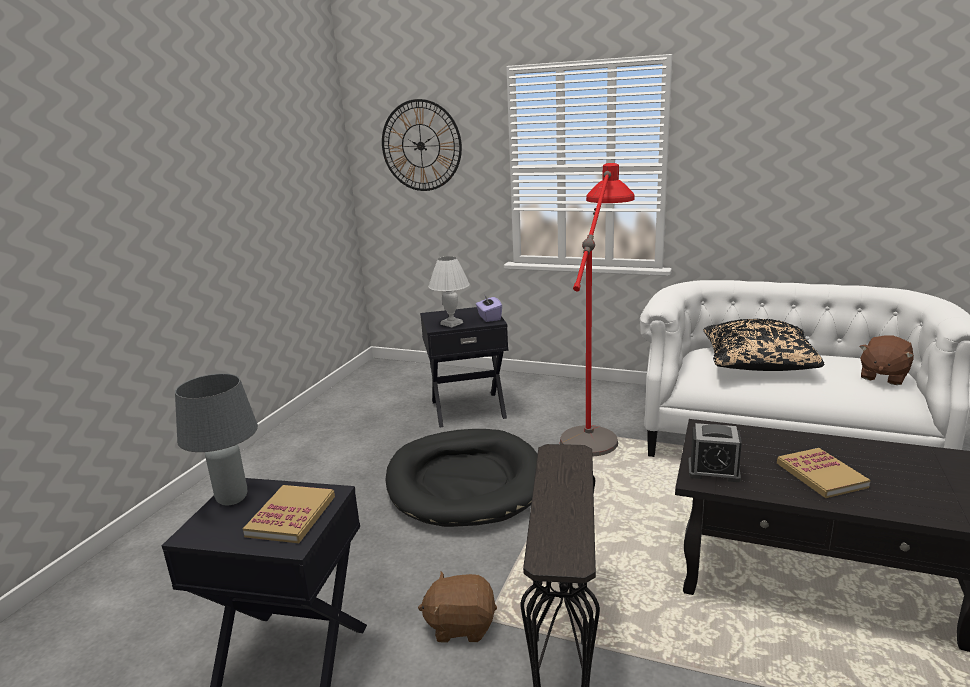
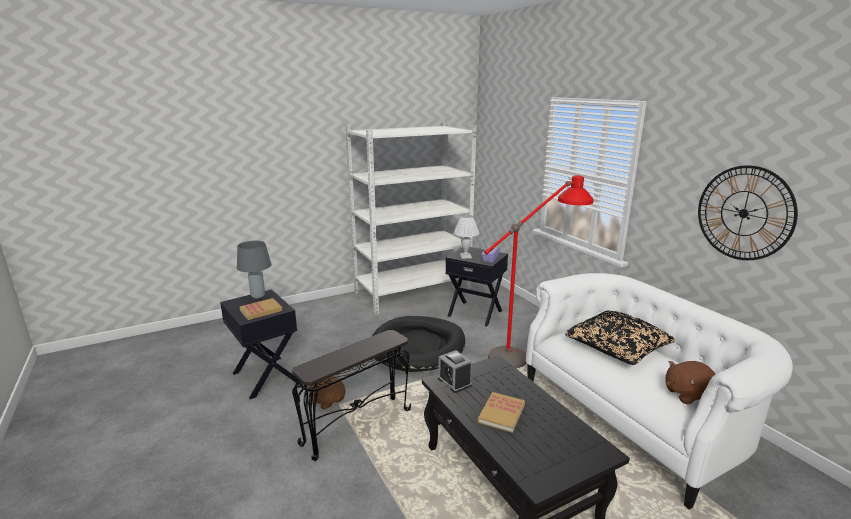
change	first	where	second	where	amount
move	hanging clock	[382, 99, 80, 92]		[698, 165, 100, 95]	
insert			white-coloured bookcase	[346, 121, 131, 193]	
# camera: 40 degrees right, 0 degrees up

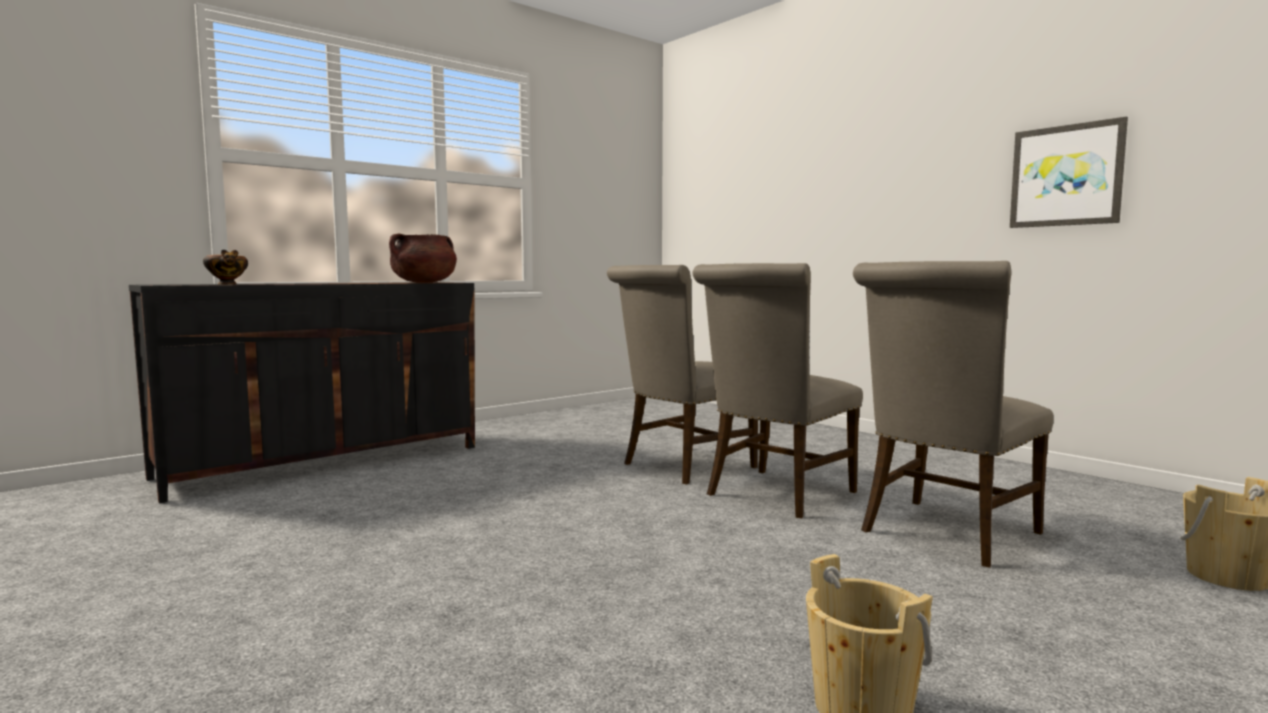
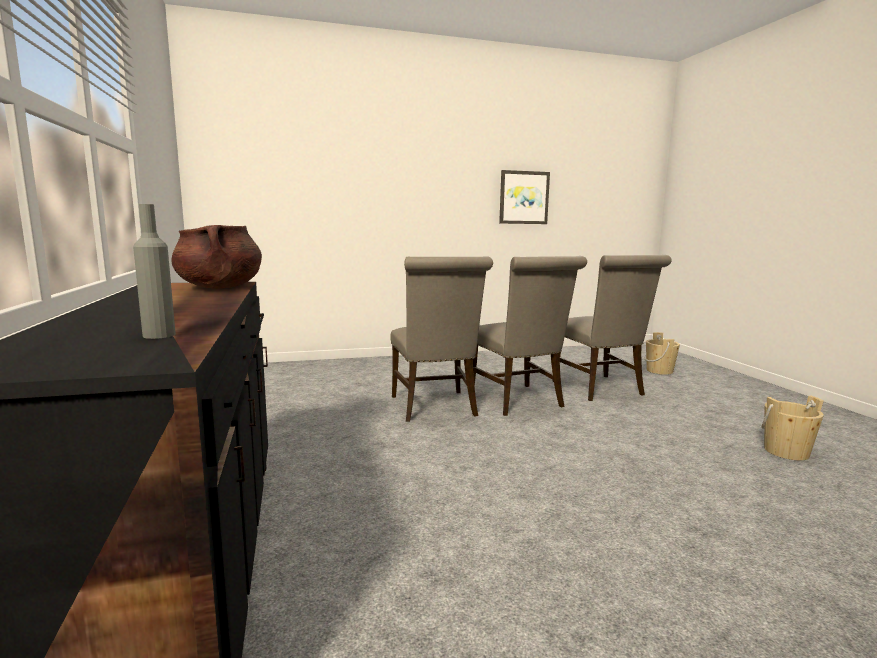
change	first	where	second	where	amount
replace	bowl	[203, 250, 45, 34]	greyish beverage bottle	[133, 204, 43, 135]	
# camera: 65 degrees left, 5 degrees up

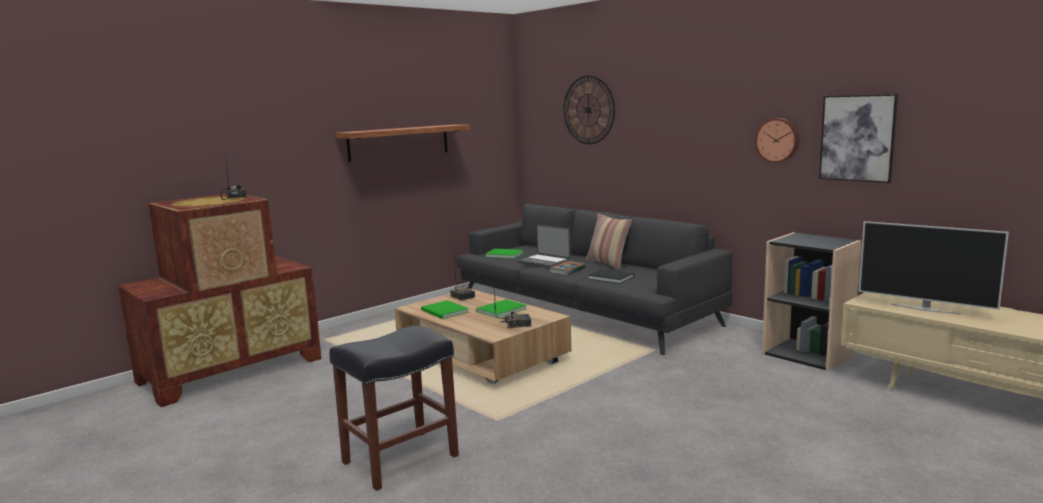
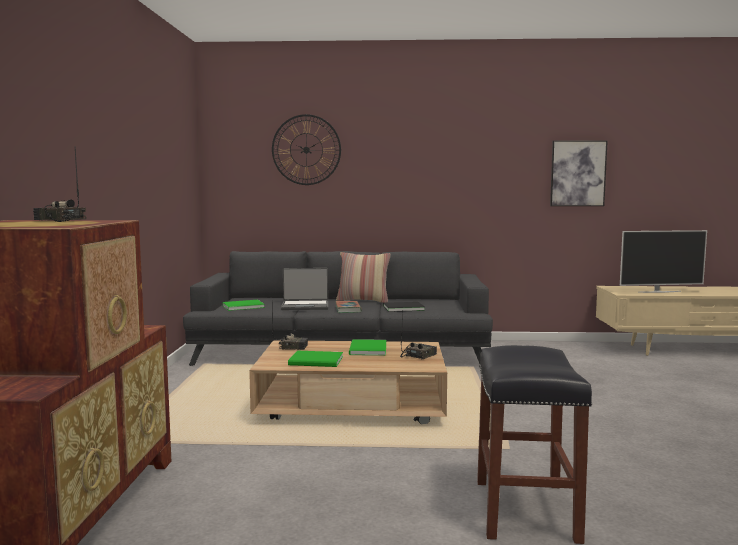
change	first	where	second	where	amount
delete	hanging clock	[755, 118, 44, 45]			
delete	bracket shelf	[336, 125, 134, 37]			
delete	black bookcase	[762, 232, 99, 139]			
# camera: 45 degrees left, 5 degrees down

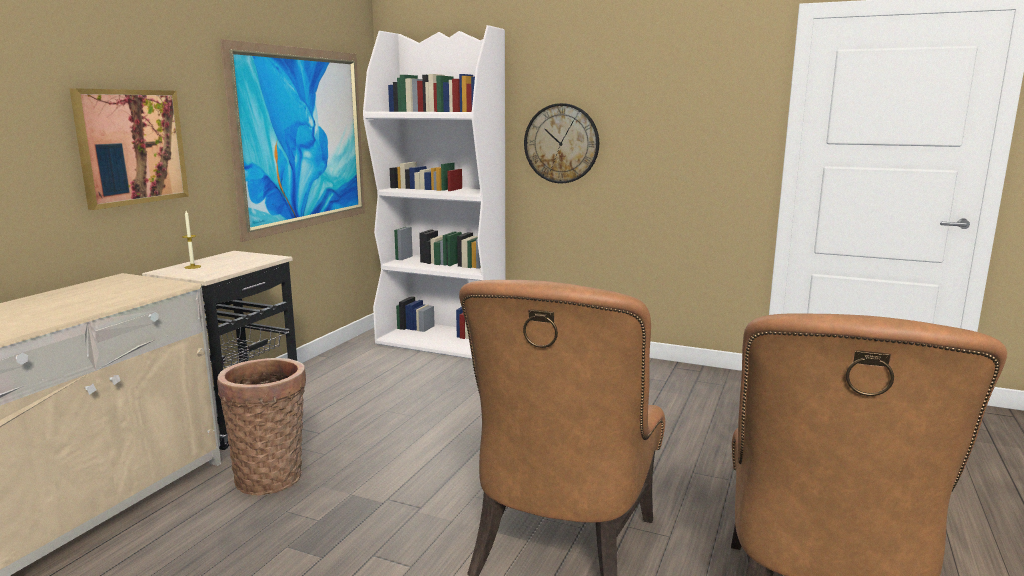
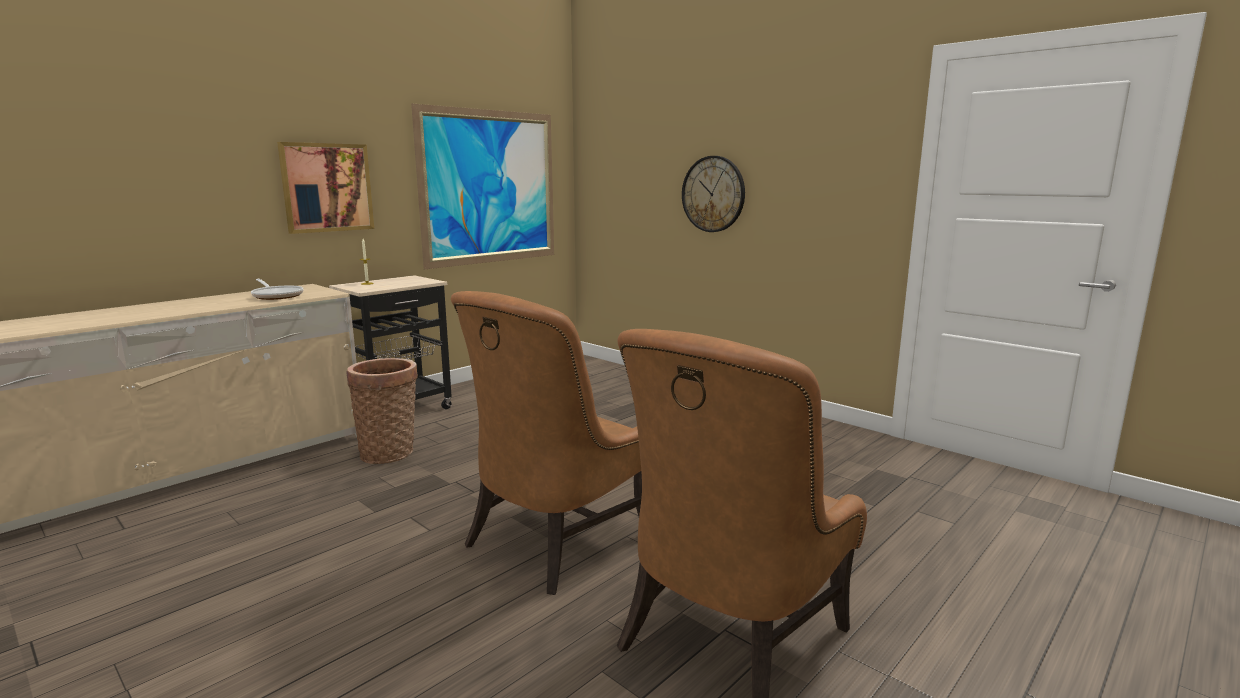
change	first	where	second	where	amount
delete	white-coloured bookcase	[363, 25, 142, 334]			
insert			frying pan	[251, 279, 52, 21]	
# camera: 20 degrees right, 0 degrees up

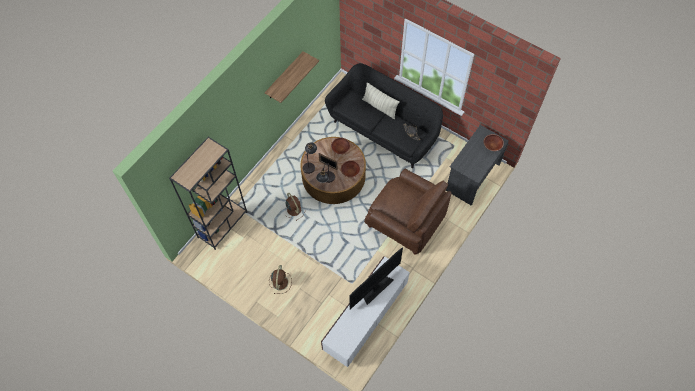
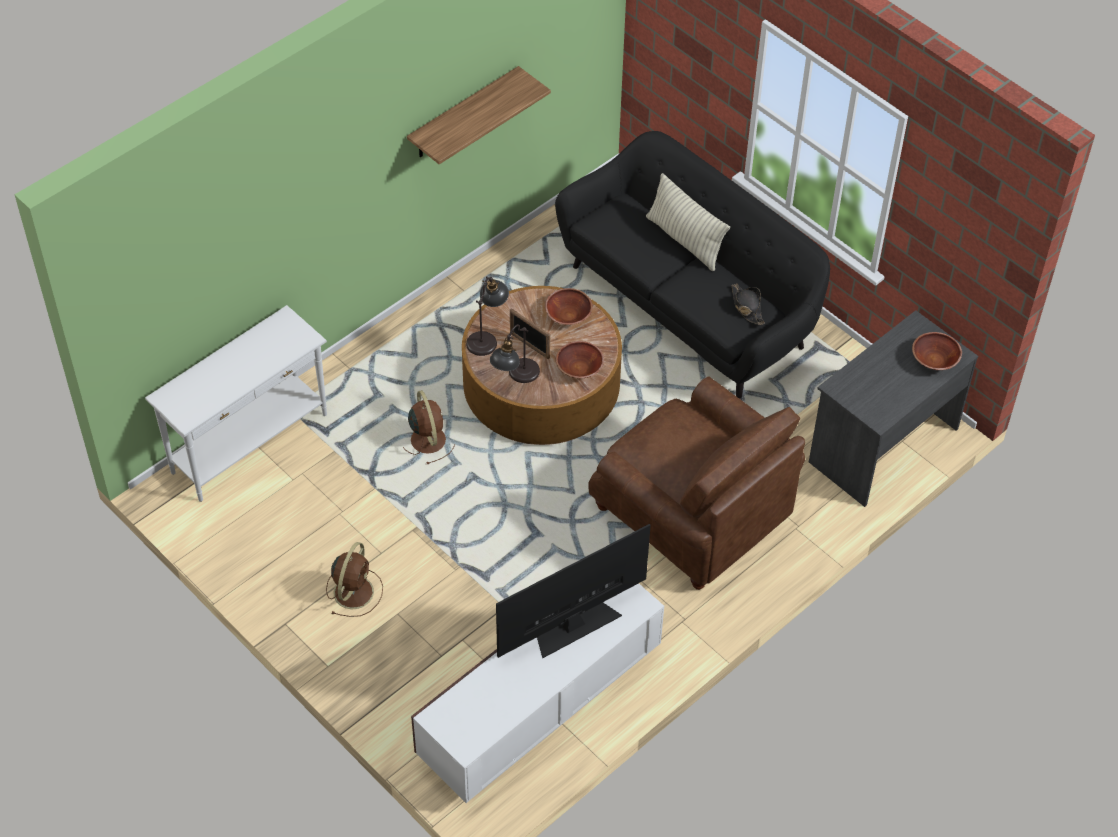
change	first	where	second	where	amount
replace	bookcase	[169, 137, 78, 113]	white-coloured narrow table	[145, 305, 182, 197]	
# camera: 10 degrees right, 10 degrees down

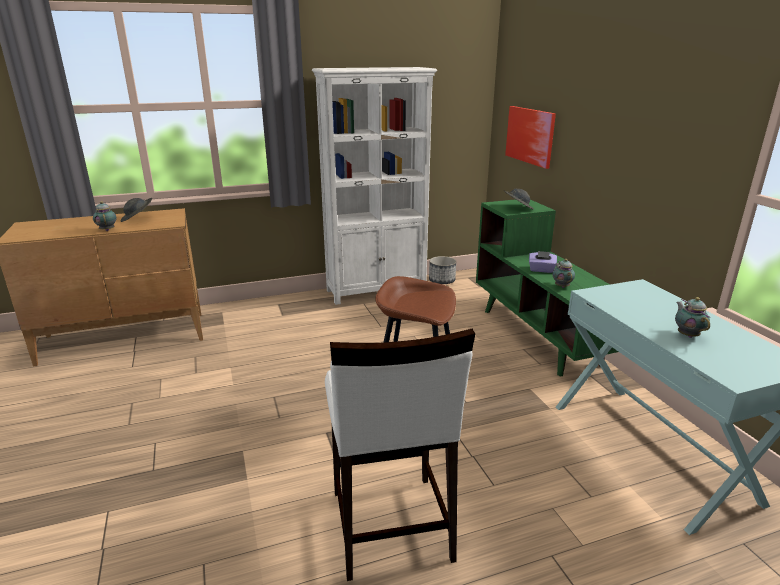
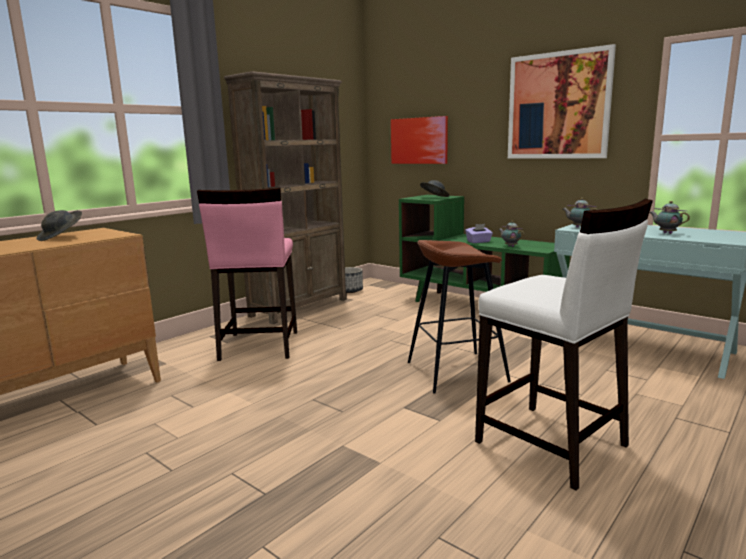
change	first	where	second	where	amount
recolor	white-coloured bookcase	[312, 67, 125, 238]	brown-coloured bookcase	[224, 71, 123, 253]	
move	tea pot	[93, 201, 24, 30]		[563, 198, 35, 30]	
insert			wall picture	[508, 44, 108, 115]	
insert			pinkish stool seat	[197, 188, 100, 173]	
# camera: 30 degrees left, 10 degrees down

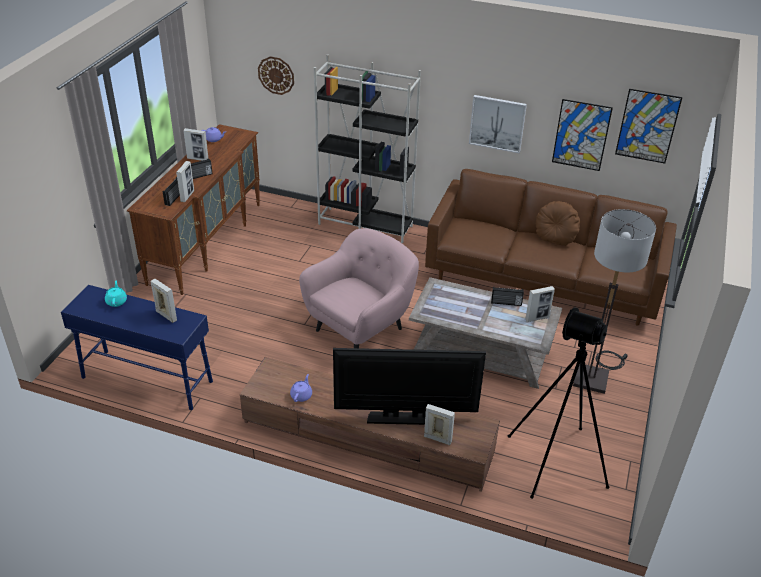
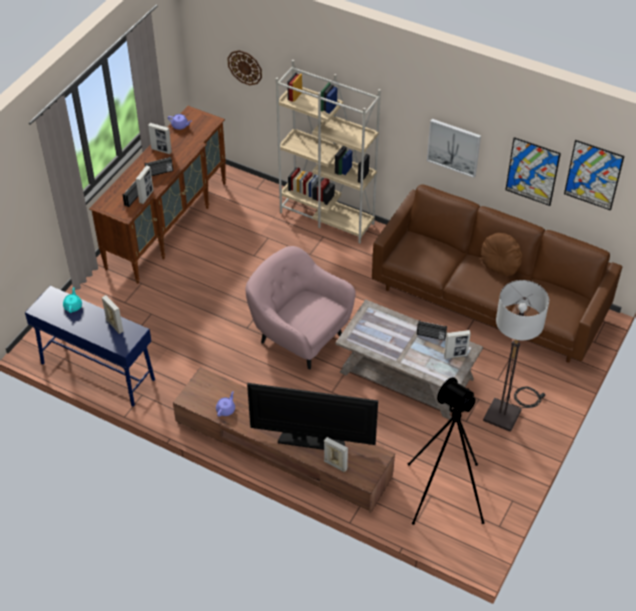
change	first	where	second	where	amount
recolor	black bookcase	[314, 54, 107, 189]	sand-coloured bookcase	[276, 60, 105, 184]	
rotate	pinkish armchair	[299, 228, 120, 120]		[246, 246, 110, 123]	105 degrees counterclockwise
# camera: 10 degrees right, 10 degrees up

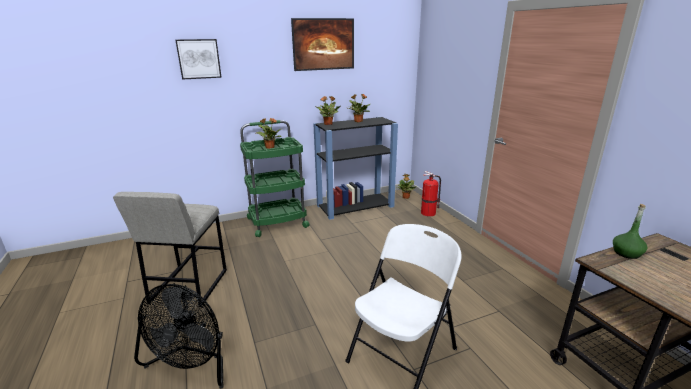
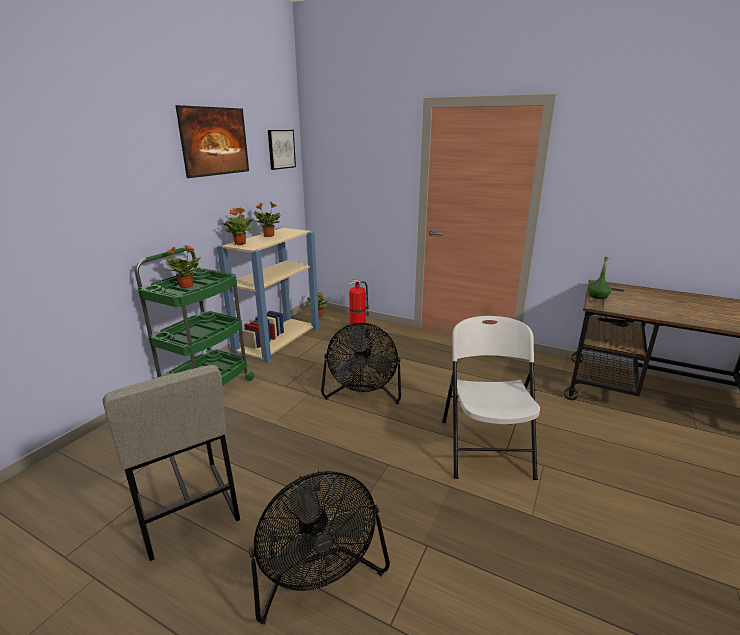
change	first	where	second	where	amount
move	wall picture	[175, 39, 47, 41]		[268, 130, 28, 40]	
recolor	black bookcase	[313, 117, 85, 103]	sand-coloured bookcase	[217, 228, 102, 135]	
insert			black fan	[321, 323, 80, 81]	
# camera: 40 degrees left, 0 degrees up

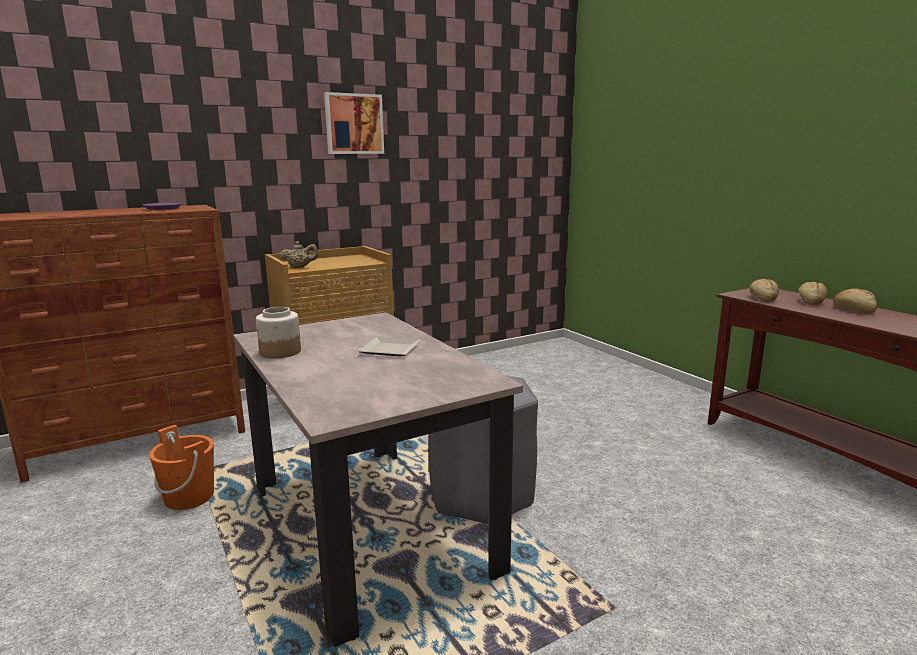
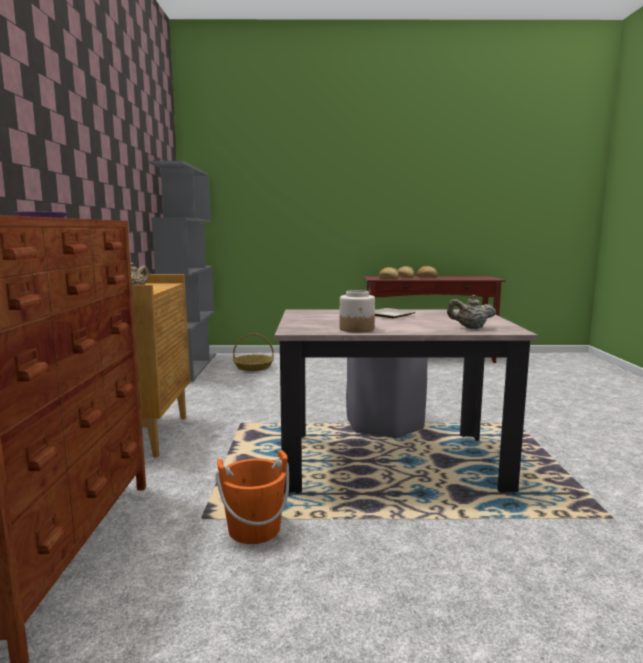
change	first	where	second	where	amount
delete	wall picture	[324, 92, 60, 62]			
insert			greyish bookcase	[148, 161, 68, 221]	
insert			sand-coloured tea pot	[447, 295, 49, 34]	
insert			basket	[233, 333, 41, 38]	
# camera: 60 degrees left, 5 degrees down

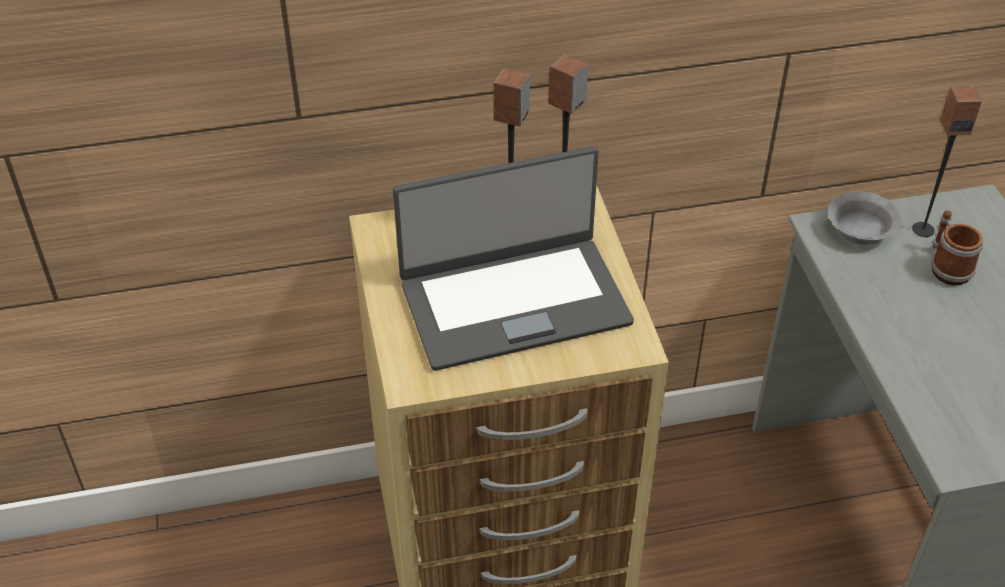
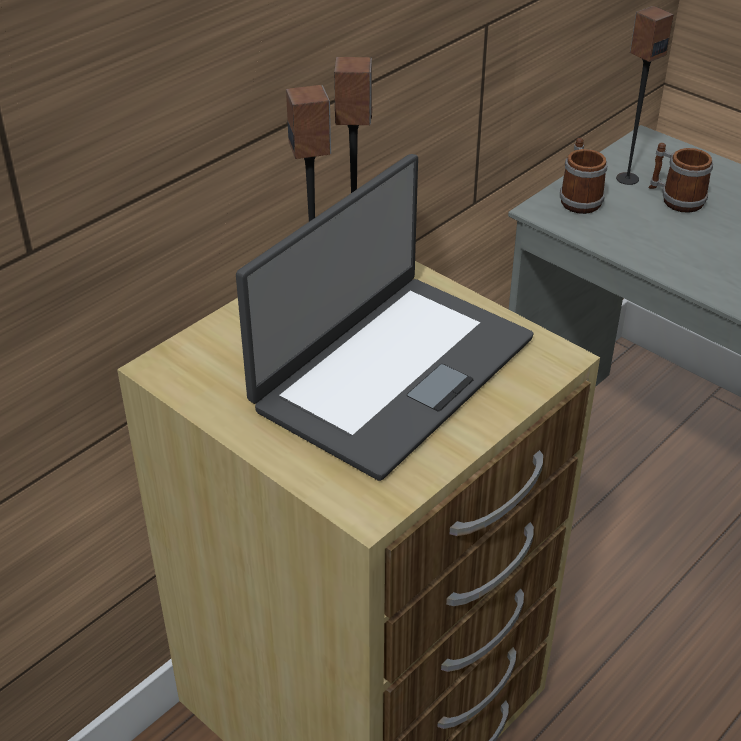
change	first	where	second	where	amount
replace	greyish bowl	[828, 191, 74, 54]	mug	[560, 138, 47, 76]	
# camera: 35 degrees left, 5 degrees down

